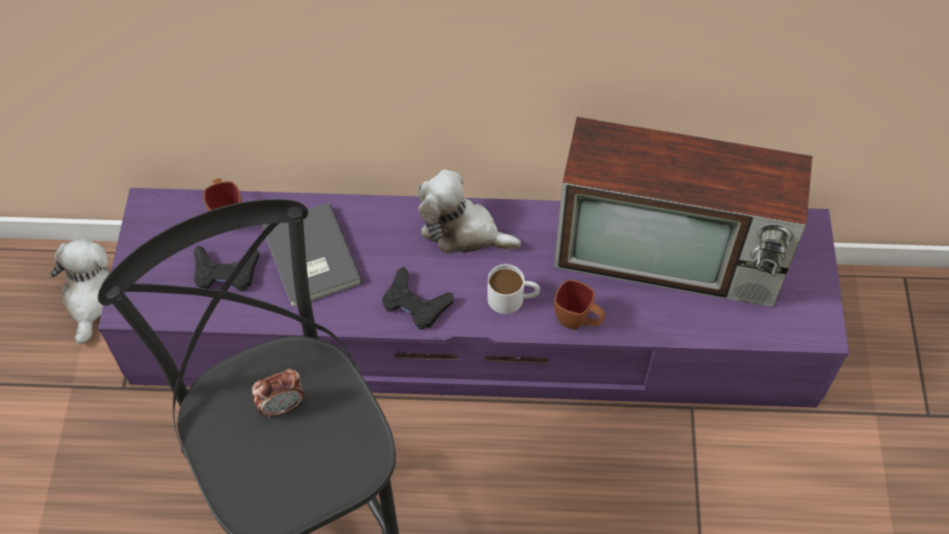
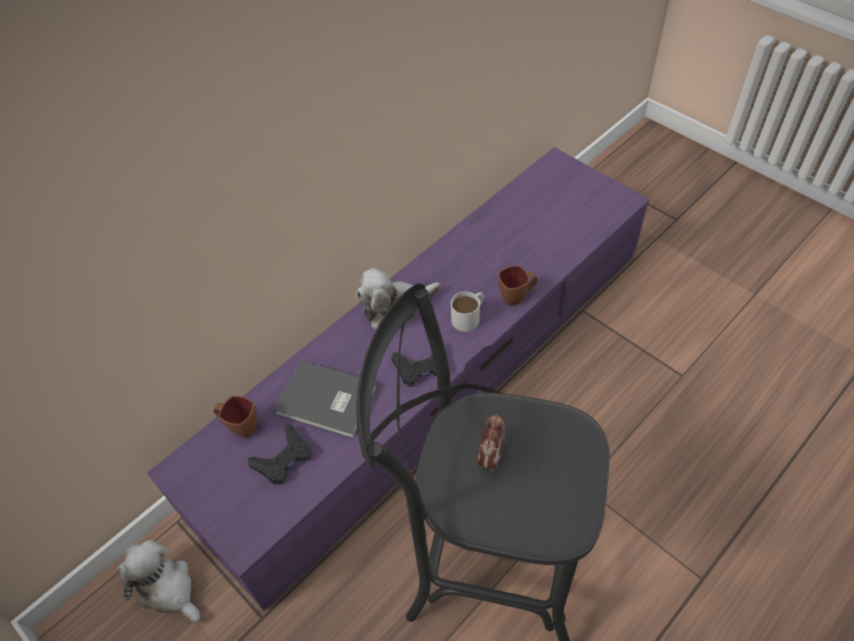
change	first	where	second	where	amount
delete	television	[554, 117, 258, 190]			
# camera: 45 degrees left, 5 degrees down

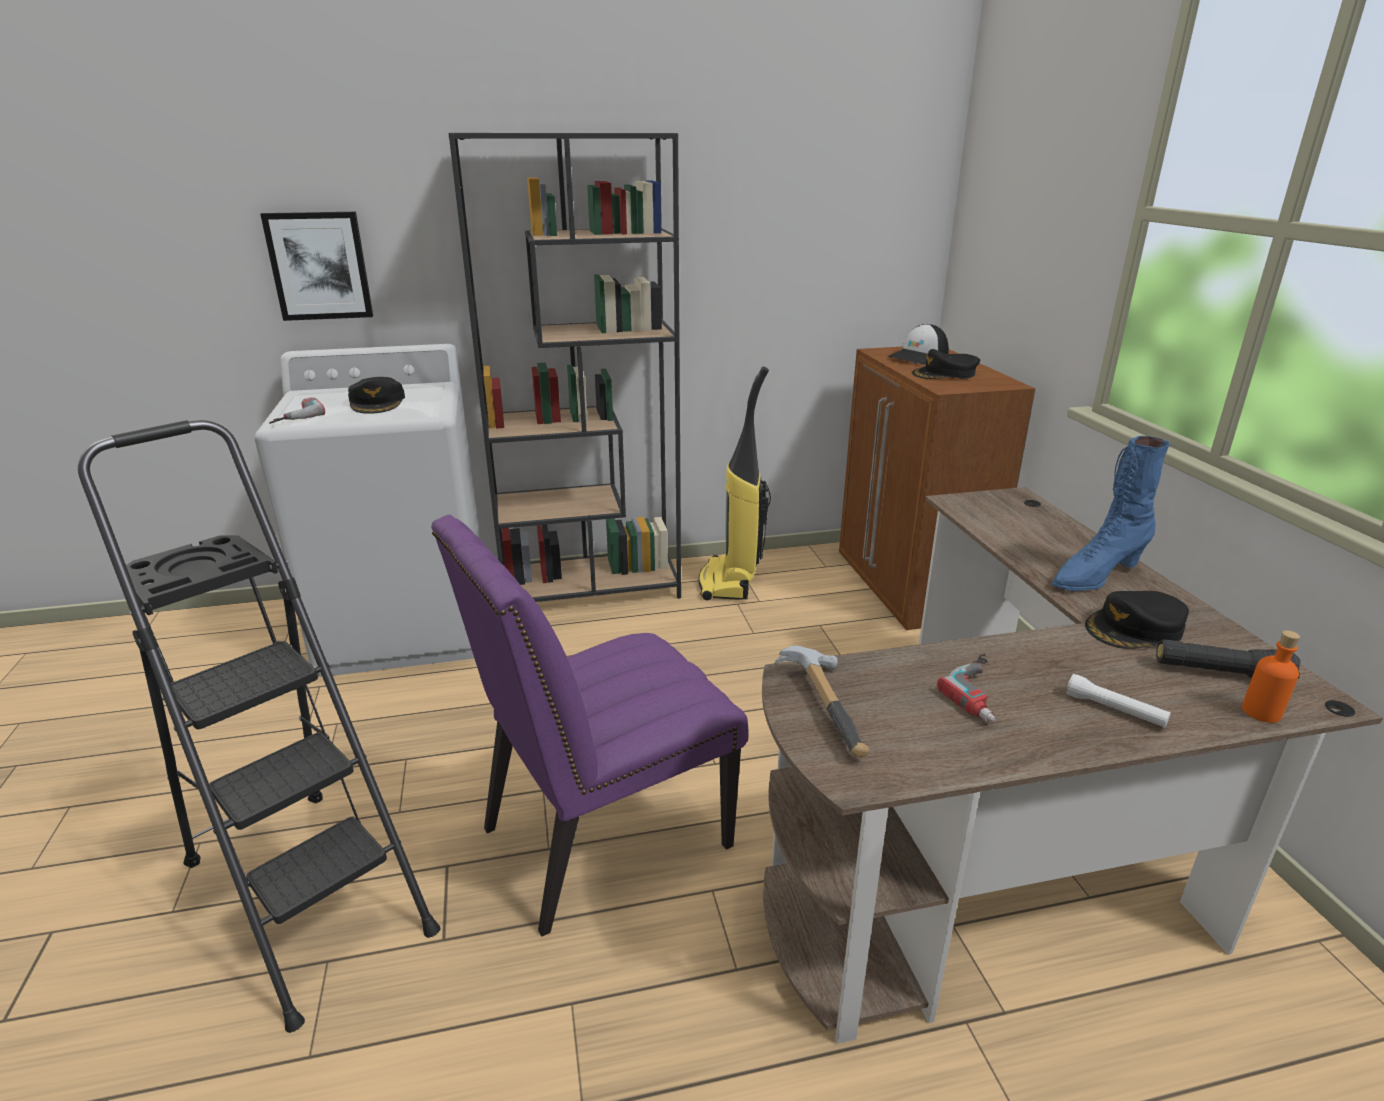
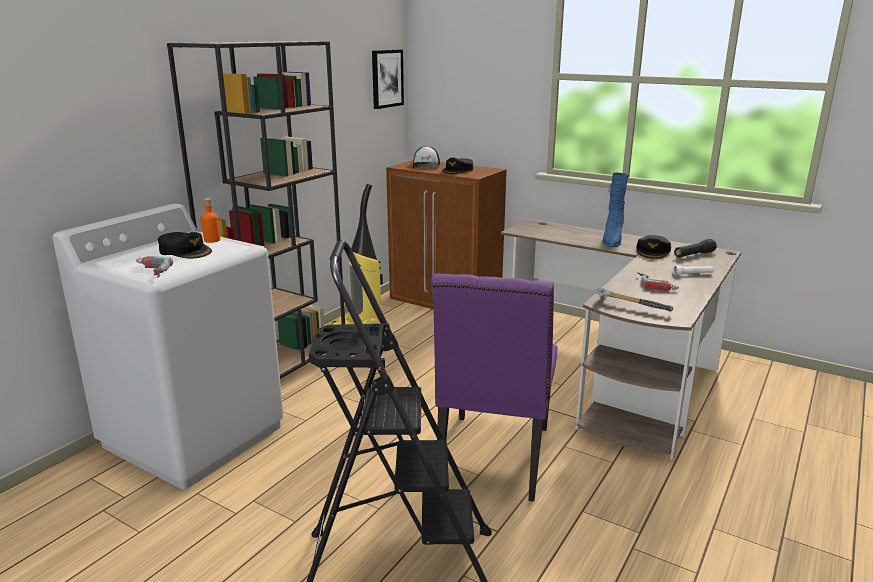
change	first	where	second	where	amount
move	wall picture	[260, 212, 113, 109]		[372, 50, 32, 59]	
move	orange-coloured beverage bottle	[1242, 631, 58, 92]		[201, 198, 19, 45]	
# camera: 45 degrees left, 5 degrees down

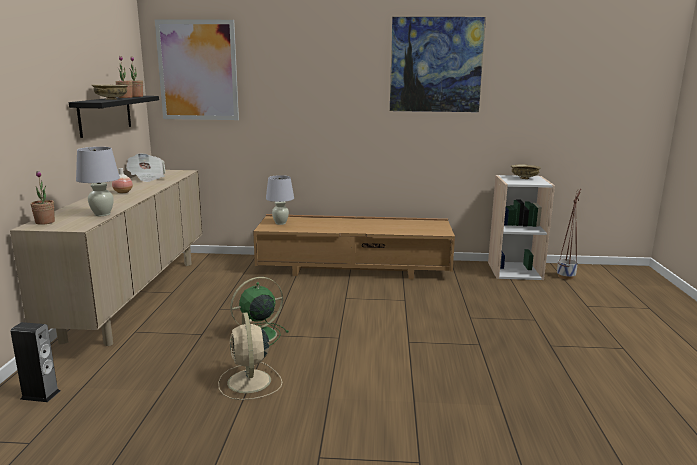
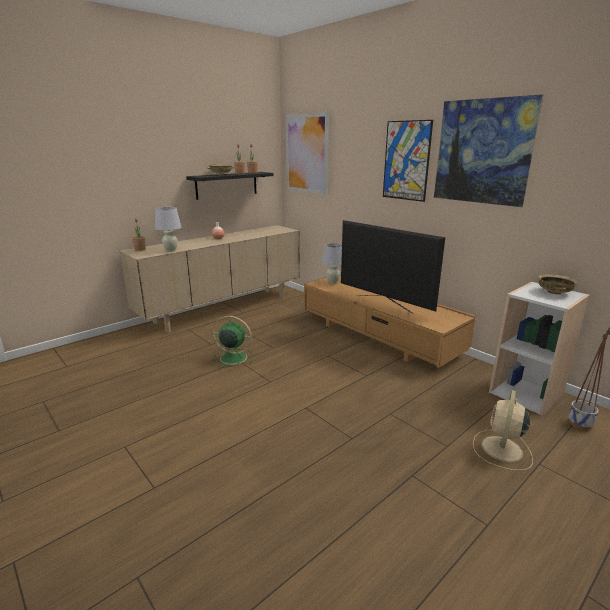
change	first	where	second	where	amount
delete	newspaper	[126, 153, 40, 29]			
move	sand-coloured fan	[218, 312, 64, 88]		[473, 390, 60, 81]	
delete	audio speaker	[10, 322, 50, 80]			
insert			wall picture	[383, 120, 50, 82]	
insert			television	[341, 220, 104, 94]	
# camera: 45 degrees right, 5 degrees up

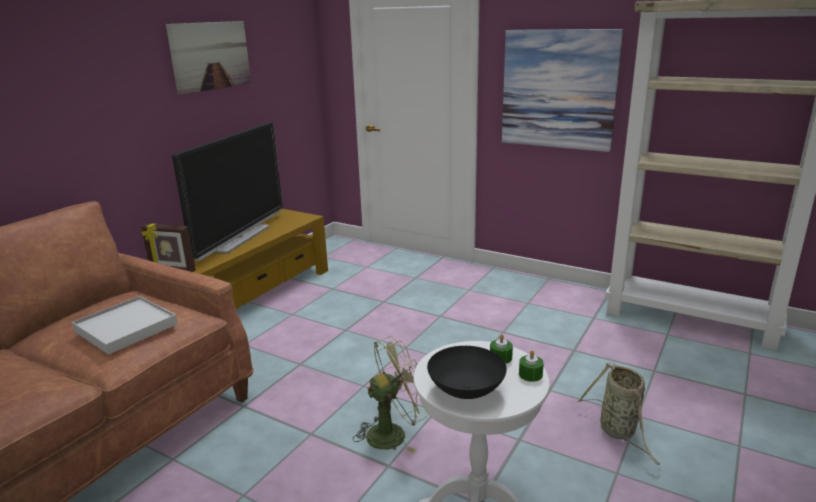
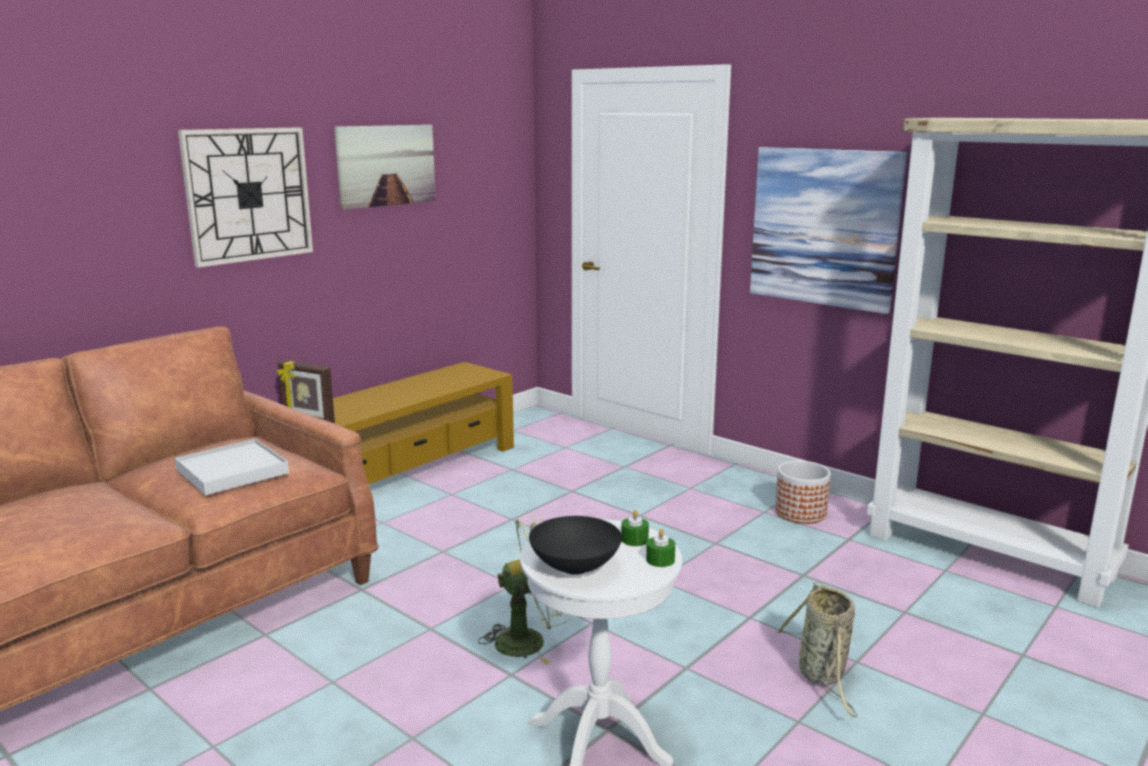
change	first	where	second	where	amount
delete	television	[172, 123, 111, 138]			
insert			hanging clock	[178, 127, 135, 141]	
insert			flower pot	[775, 461, 56, 63]	
# camera: 10 degrees right, 5 degrees down

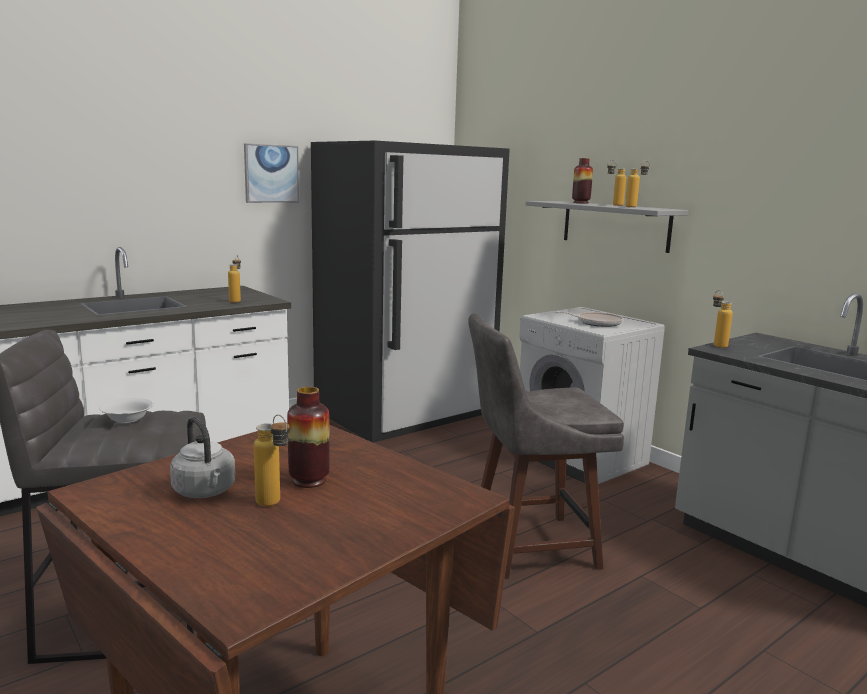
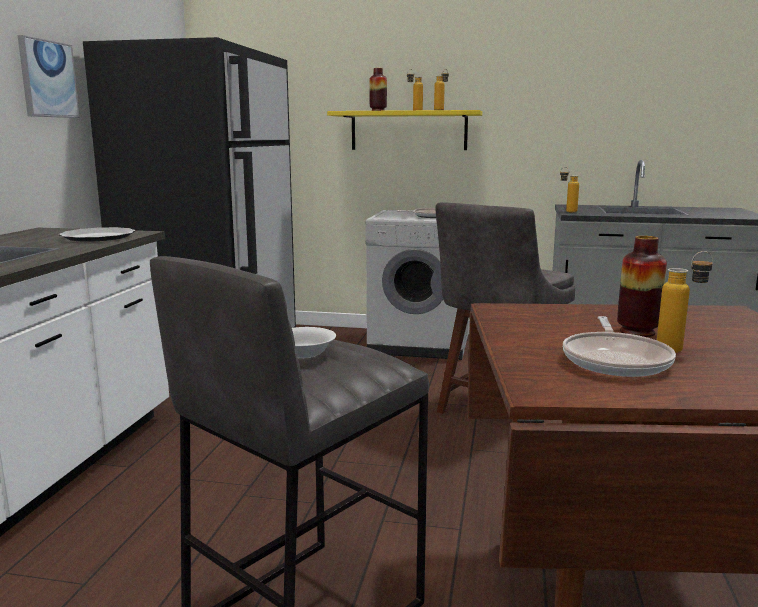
change	first	where	second	where	amount
recolor	greyish bracket shelf	[526, 201, 163, 52]	yellowish bracket shelf	[327, 110, 155, 40]	
replace	beverage bottle	[228, 255, 13, 48]	plate	[59, 227, 77, 15]	
replace	greyish tea kettle	[170, 417, 65, 81]	frying pan	[563, 316, 113, 61]	
# camera: 40 degrees left, 0 degrees up

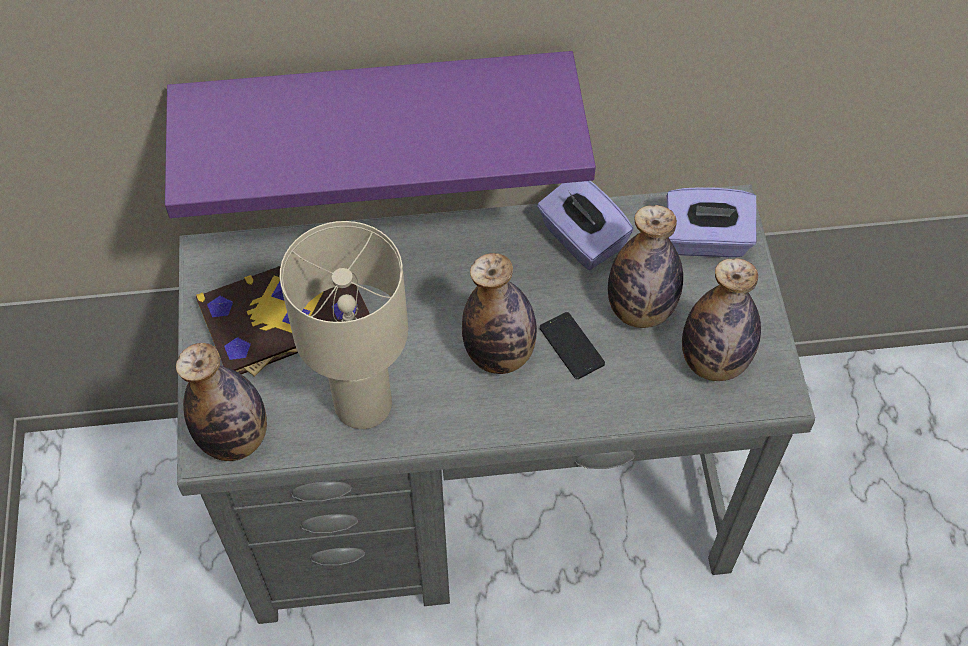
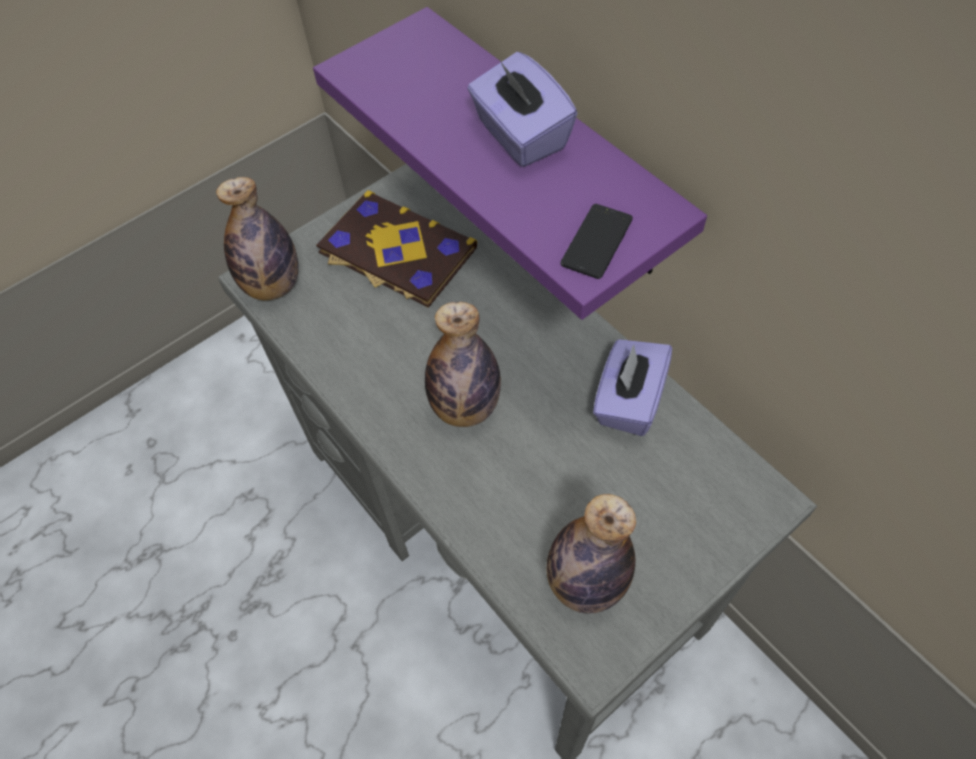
change	first	where	second	where	amount
move	purplish tissue box	[667, 187, 90, 70]		[467, 52, 111, 115]	
delete	beverage bottle	[608, 205, 75, 123]			
delete	sand-coloured tabletop lamp	[280, 221, 128, 208]			
move	telephone	[539, 312, 66, 67]		[561, 204, 72, 75]	
# camera: 60 degrees right, 0 degrees up

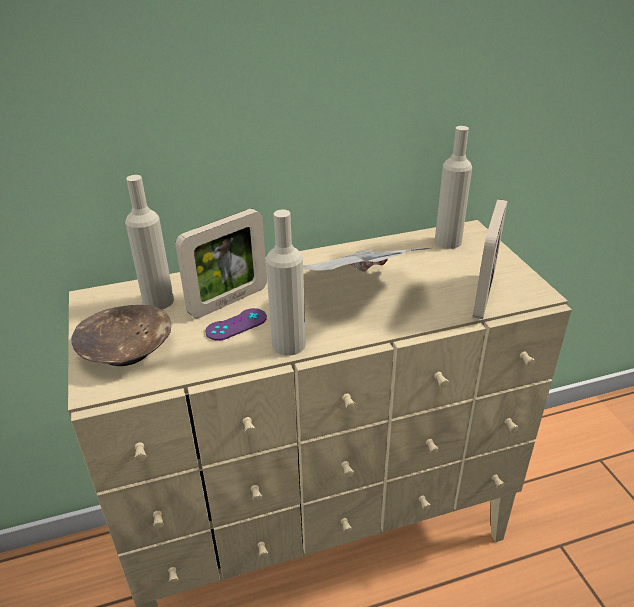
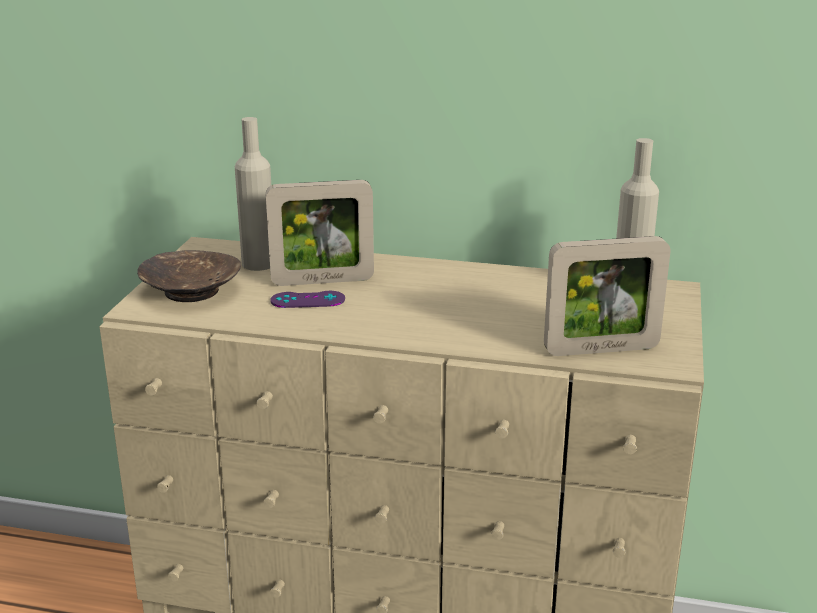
change	first	where	second	where	amount
rotate	picture frame	[473, 199, 34, 120]		[544, 236, 127, 120]	150 degrees counterclockwise
delete	sand-coloured beverage bottle	[266, 210, 40, 146]			
delete	newspaper	[303, 248, 125, 24]			
# camera: 30 degrees right, 10 degrees down

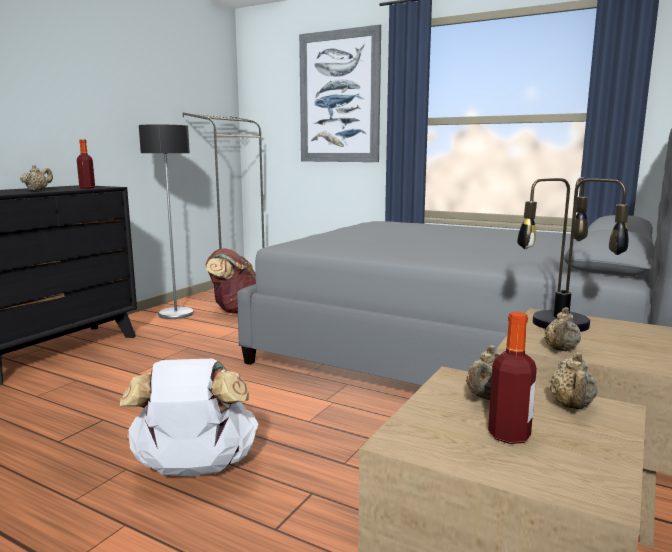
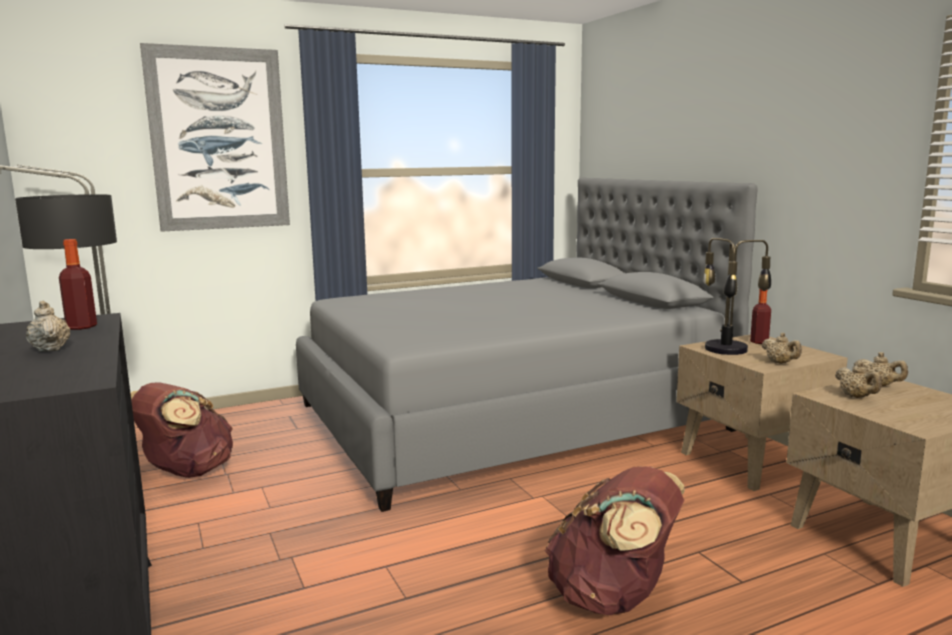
change	first	where	second	where	amount
move	beverage bottle	[488, 312, 49, 132]		[750, 288, 21, 56]	
recolor	white-coloured knapsack	[120, 359, 138, 117]	brown-coloured knapsack	[545, 466, 140, 149]	
# camera: 55 degrees left, 0 degrees up

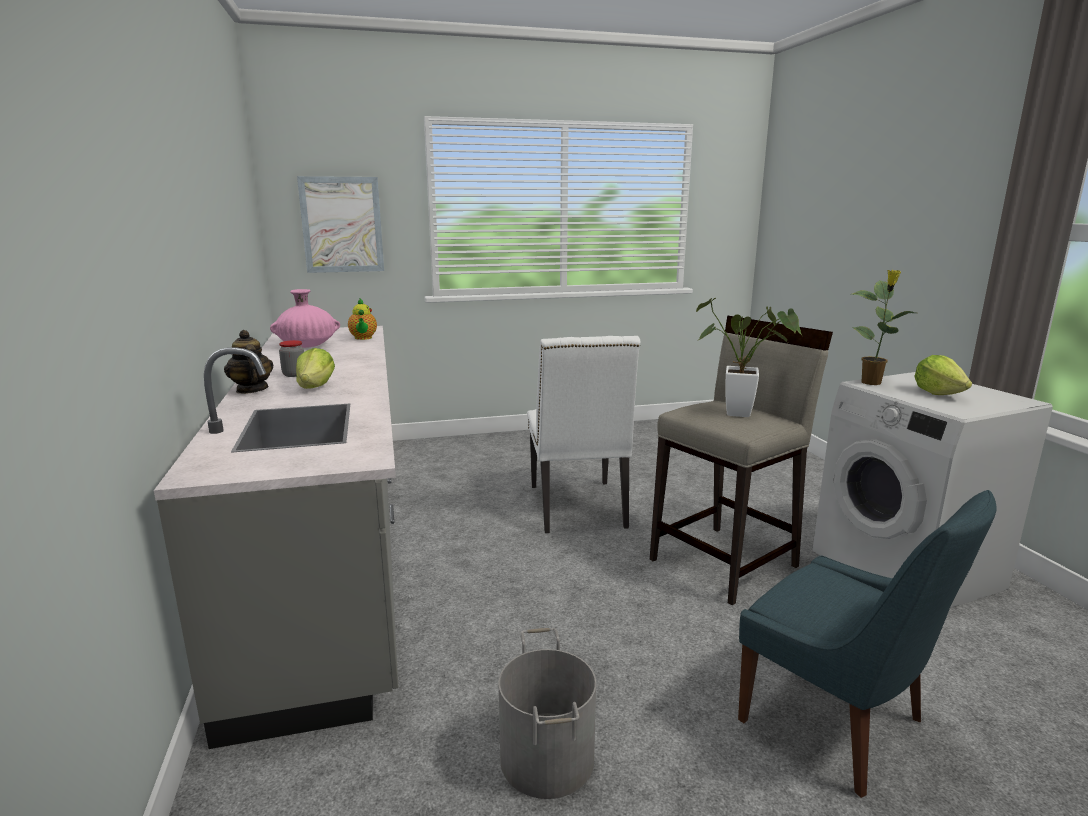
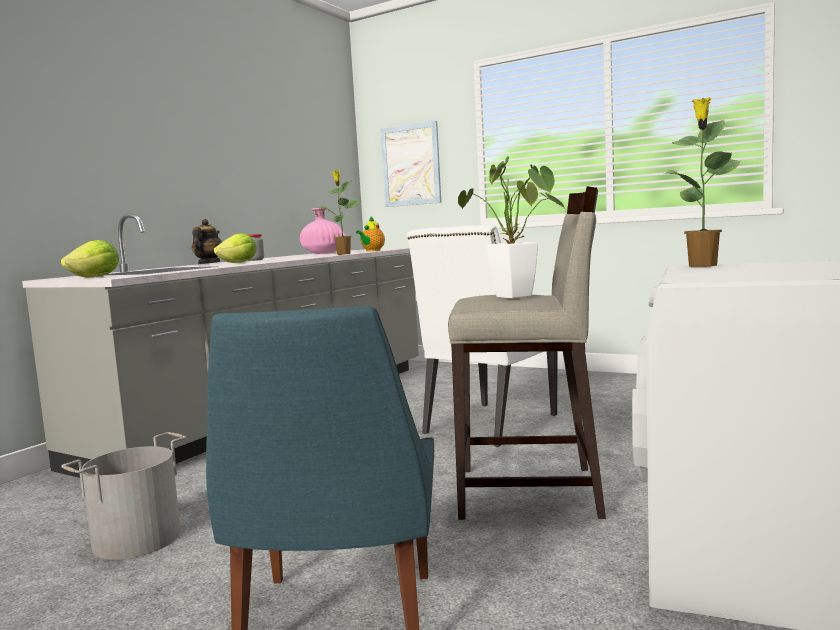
change	first	where	second	where	amount
move	head of lettuce	[914, 355, 58, 40]		[61, 240, 58, 38]	
insert			potted plant	[318, 170, 43, 85]	
# camera: 45 degrees right, 10 degrees down

